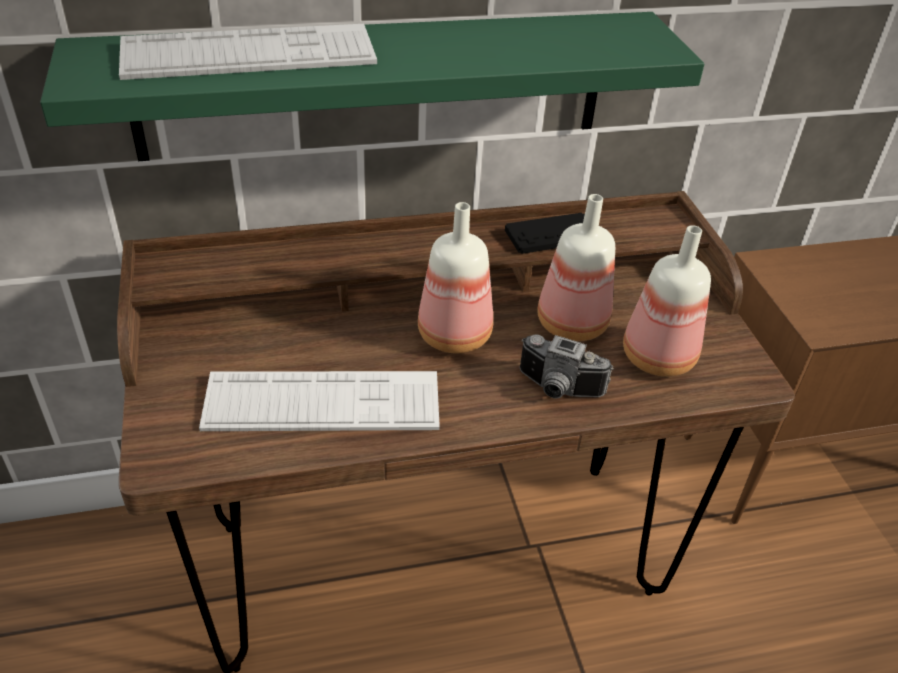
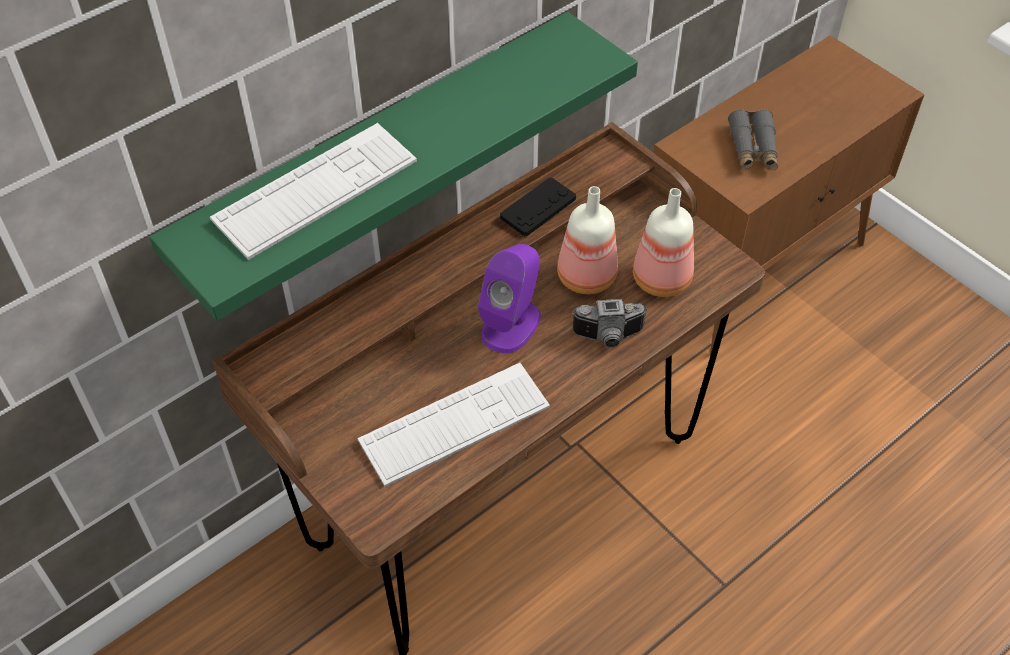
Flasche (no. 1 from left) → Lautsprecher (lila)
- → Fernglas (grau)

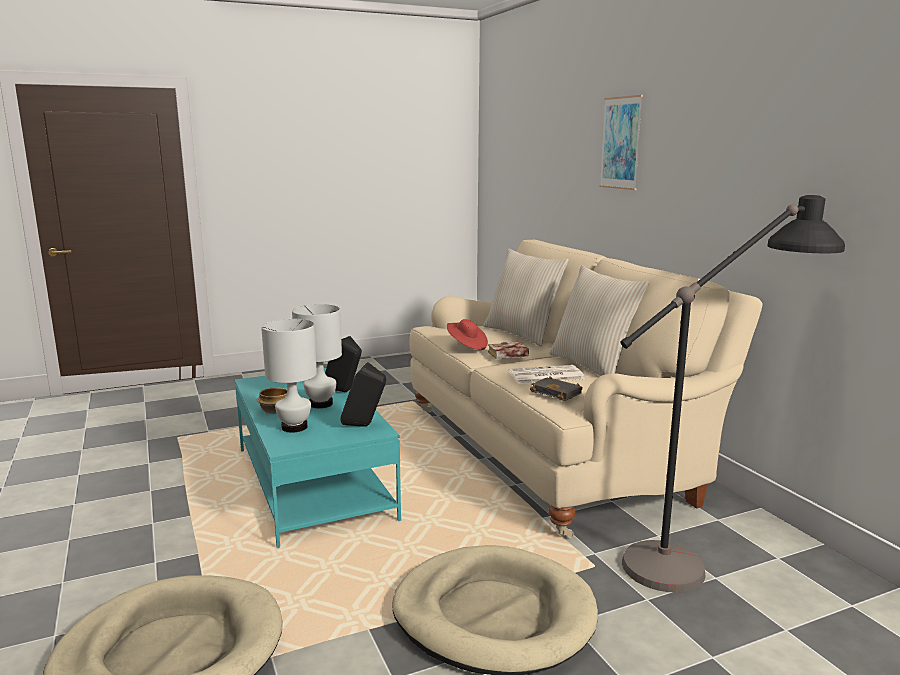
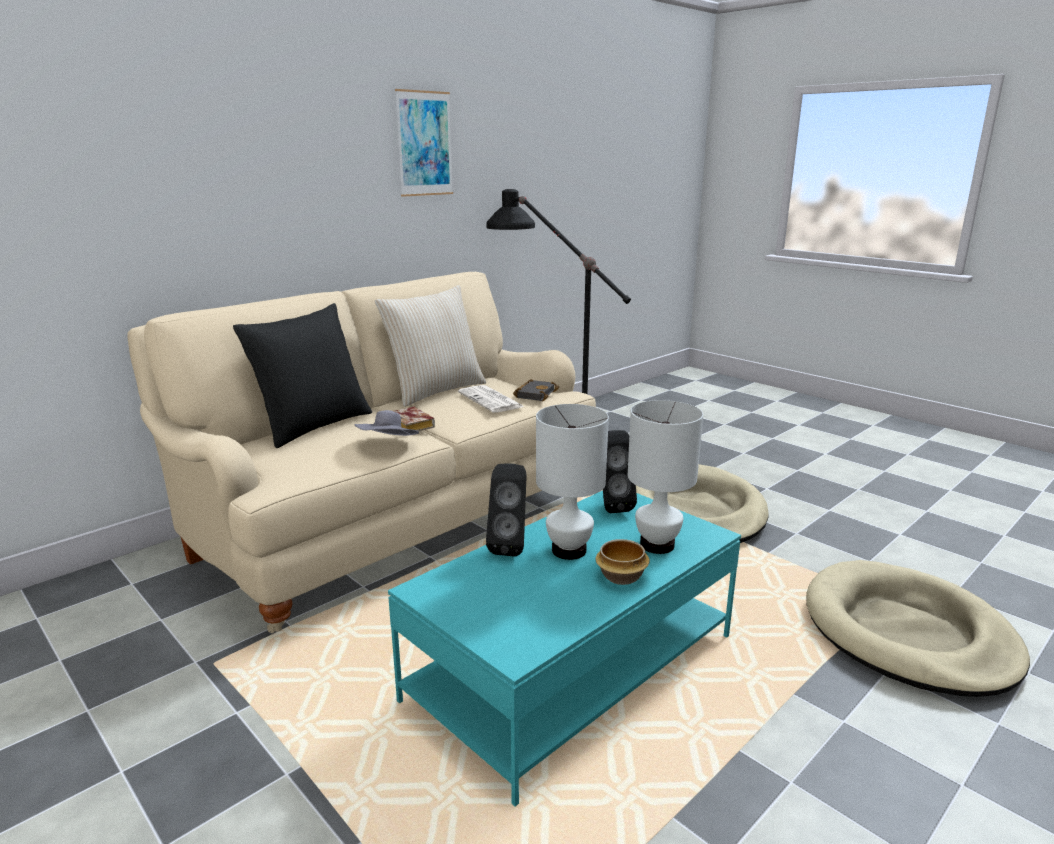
Hut (rot) → Hut (grau)
Kissen (beige) (no. 1 from left) → Kissen (schwarz)
Bild, relocated

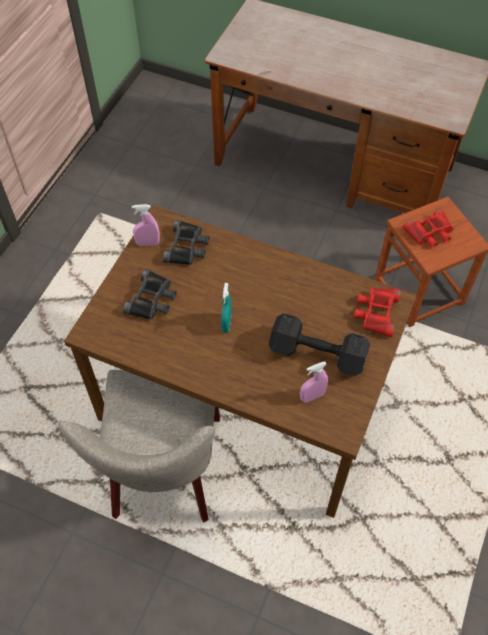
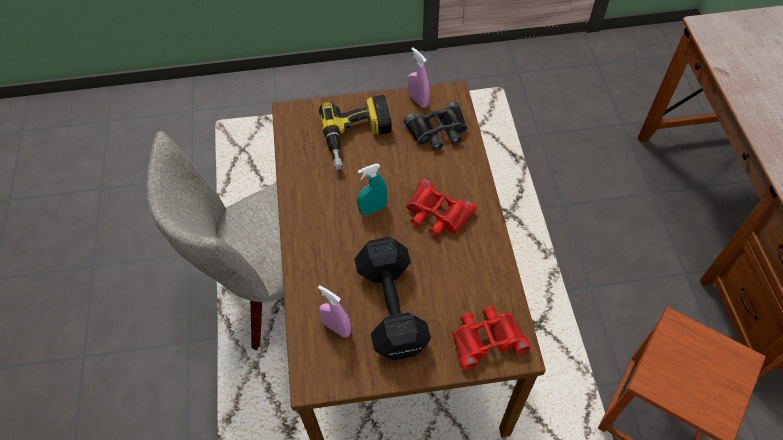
Fernglas (schwarz) (no. 1 from left) → Bohrmaschine
Fernglas (rot) (no. 2 from left in the first image) → Fernglas (rot) (no. 1 from left), relocated

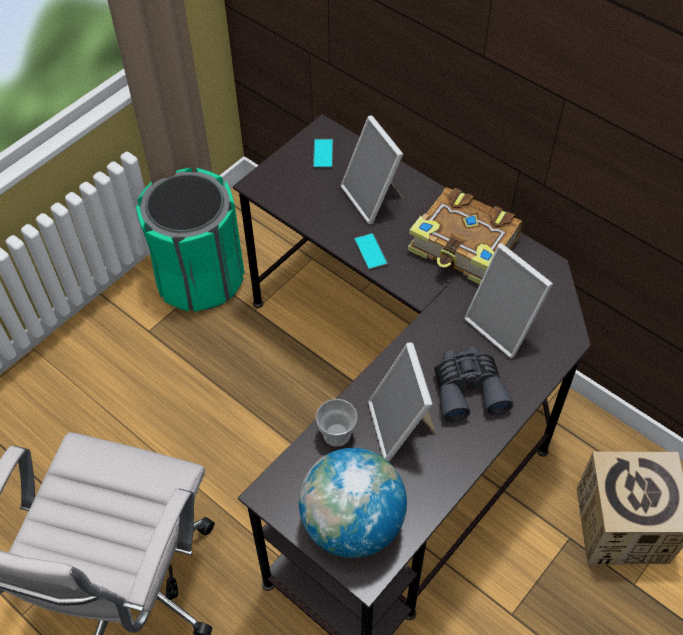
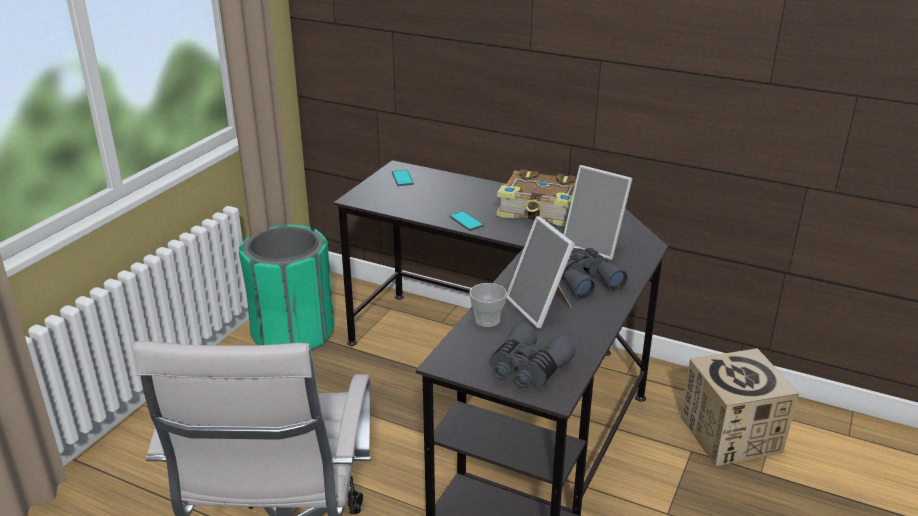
Globus → Fernglas (grau) (no. 1 from left)
Bilderrahmen (no. 1 from left) → -

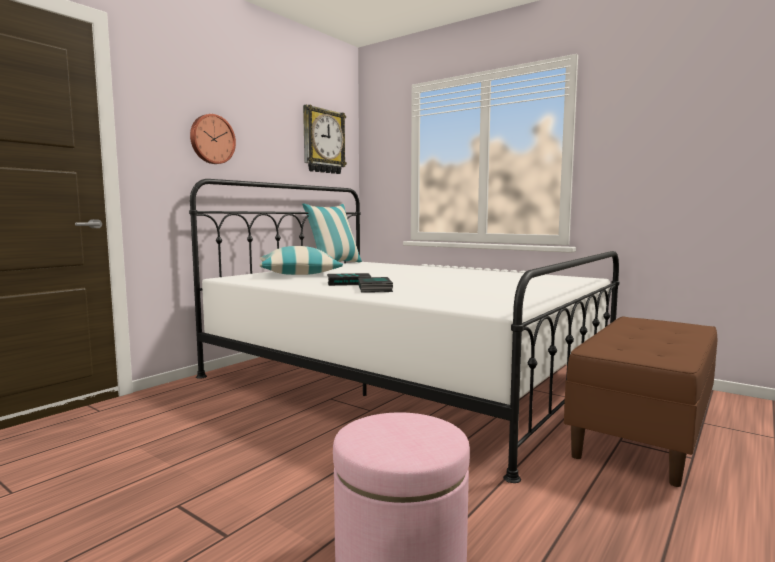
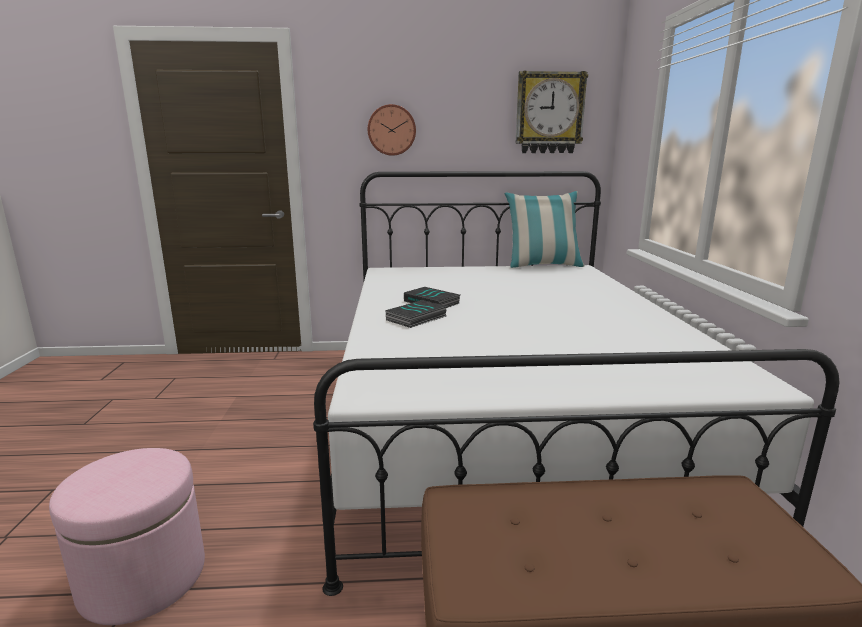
Kissen (no. 1 from left) → -

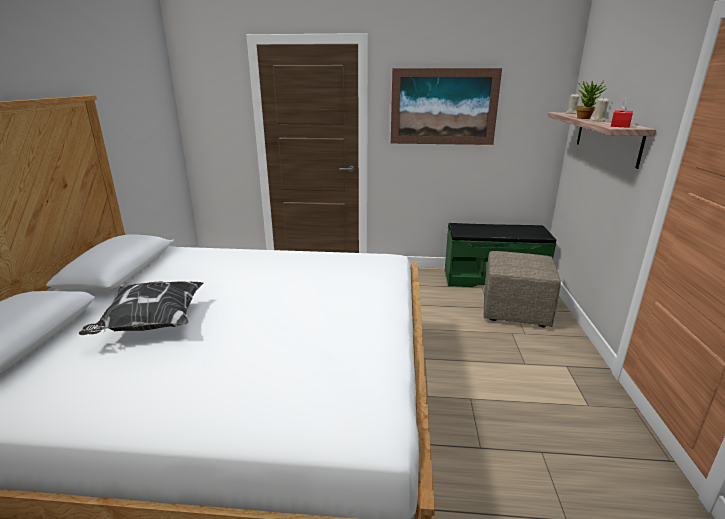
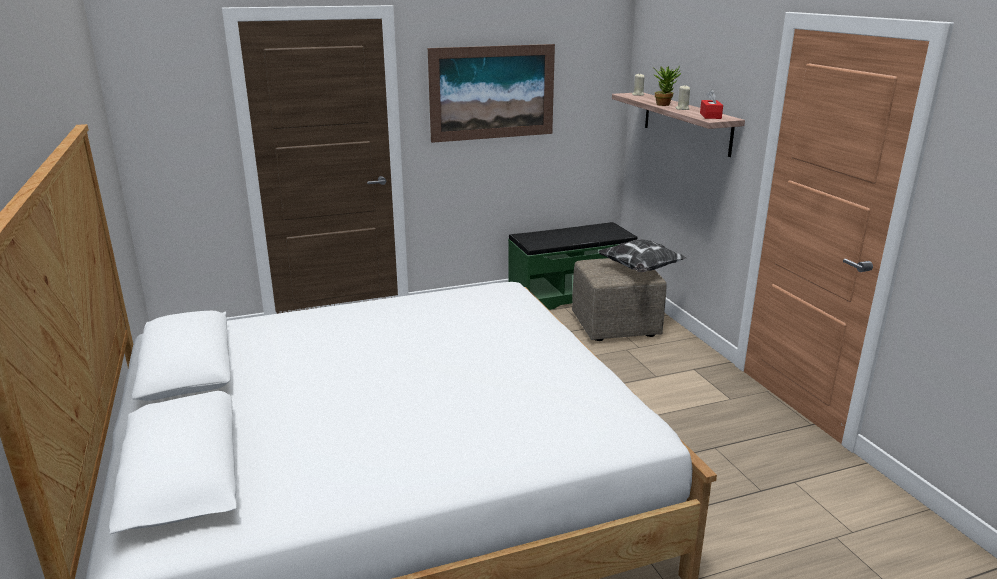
Kissen, relocated

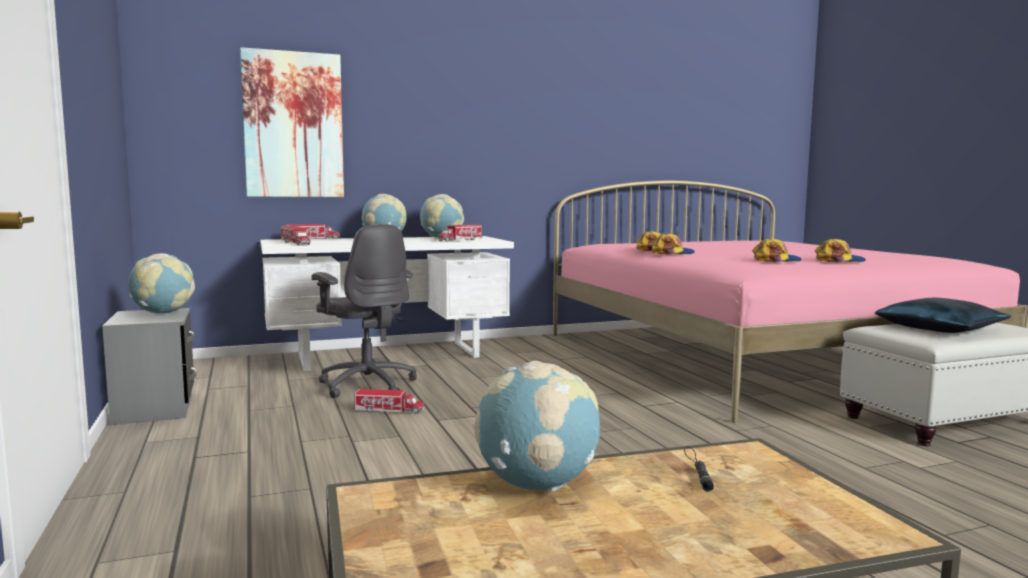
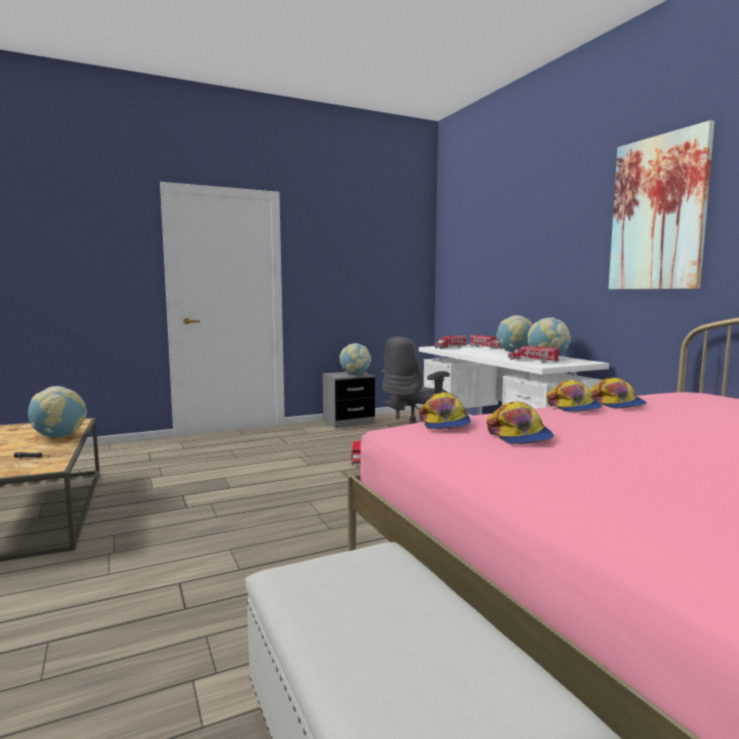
Bild, relocated
Kappe (no. 4 from left in the first image) → Kappe (no. 1 from left), relocated
Kissen (blau) → -

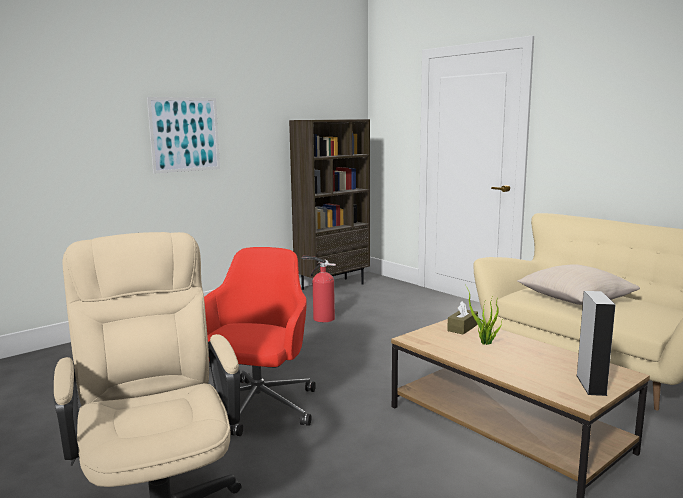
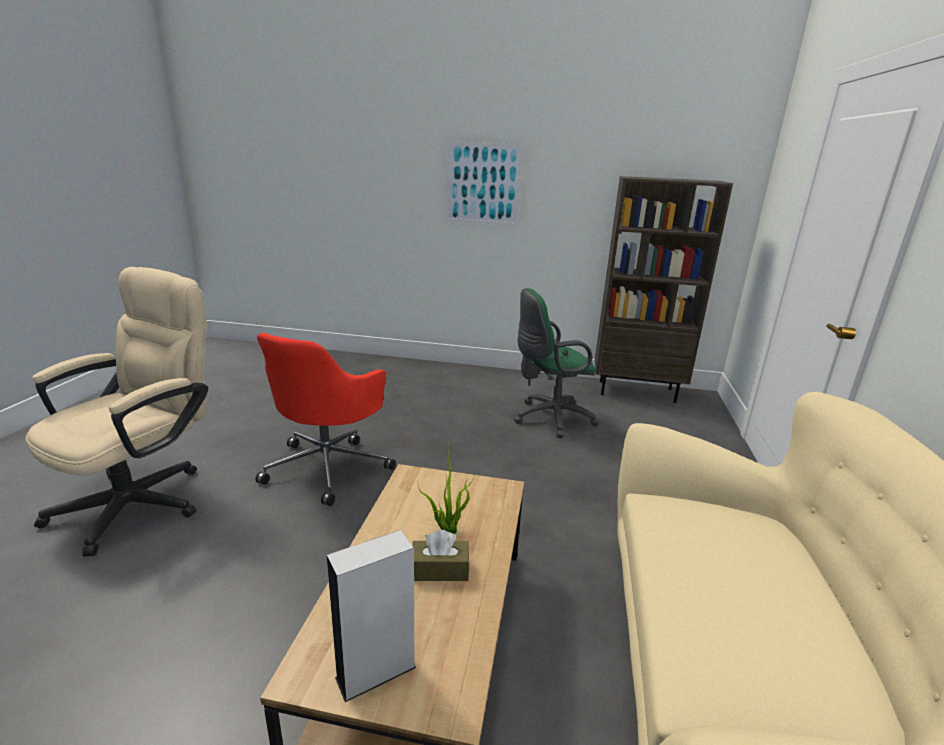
Bürostuhl (rot), 135 degrees clockwise
Feuerlöscher → Bürostuhl (grün)
Taschentuchbox (braun), relocated
Kissen (beige) → -

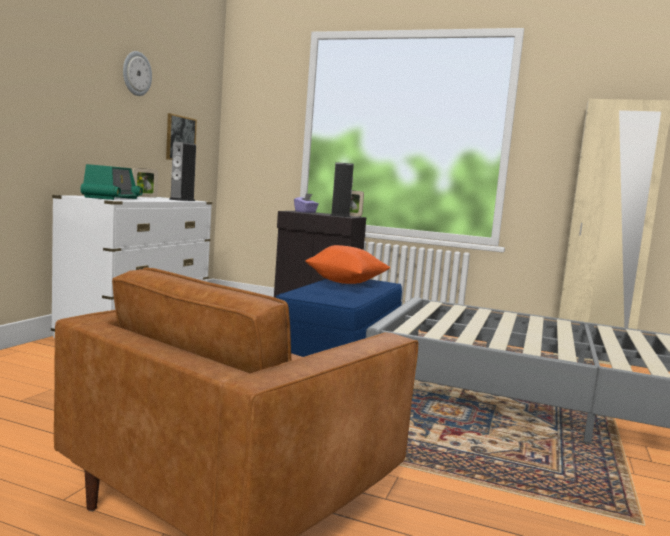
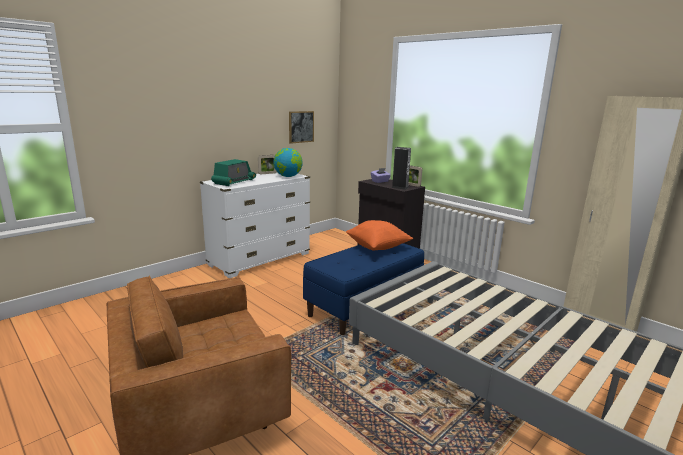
Wanduhr → -
Lautsprecher (no. 1 from left) → Globus

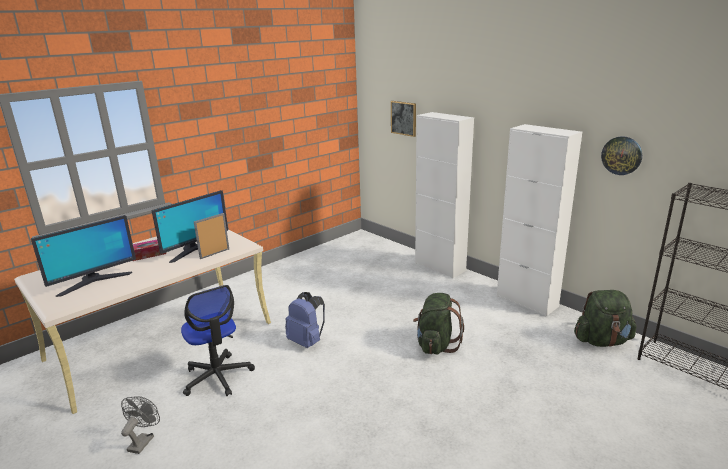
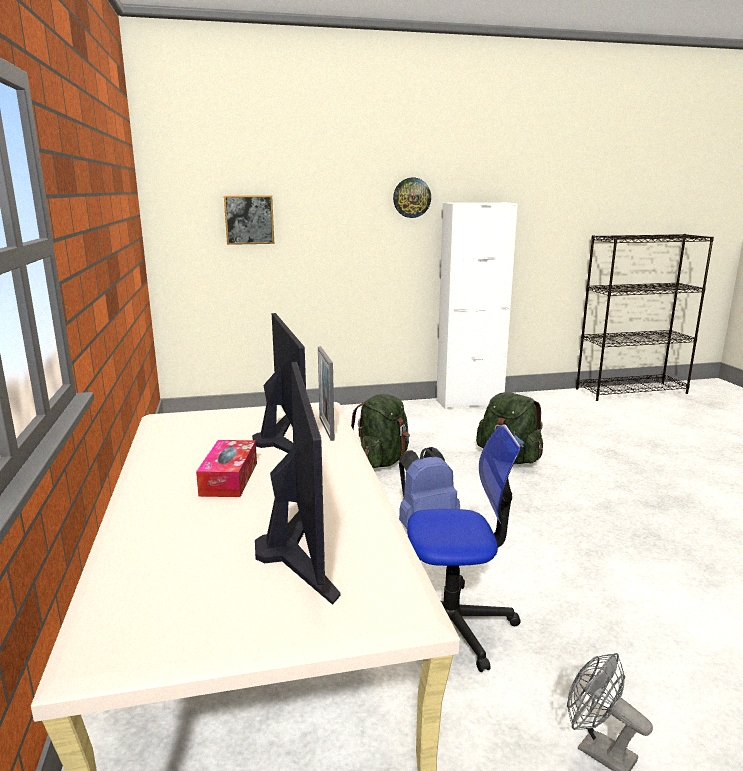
Schrank (weiß) (no. 1 from left) → -
Rucksack (grün) (no. 2 from left in the first image) → Rucksack (grün) (no. 1 from left), relocated
Wanduhr, relocated

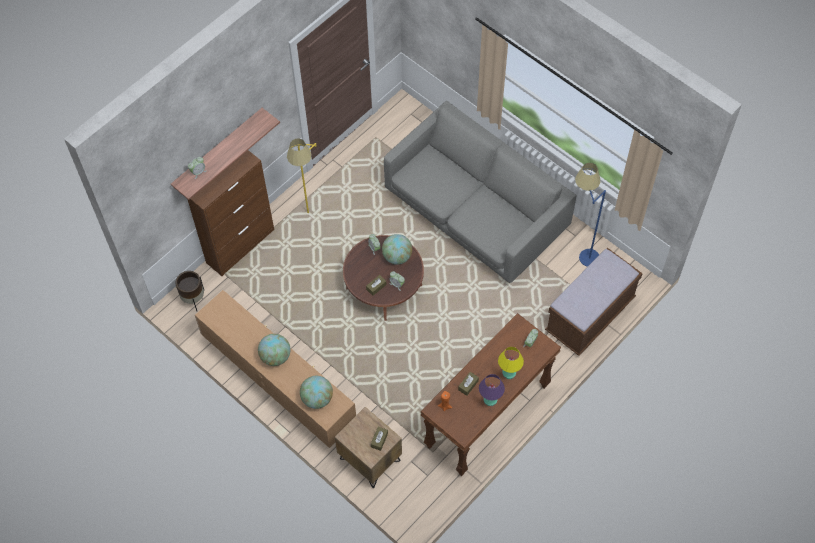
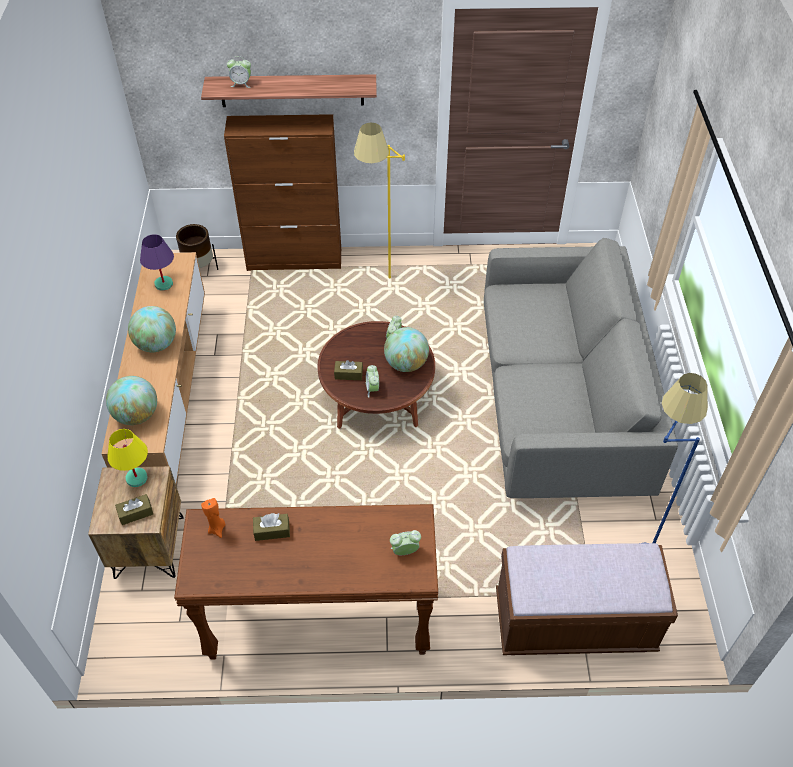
Tischlampe (lila), relocated
Tischlampe (gelb), relocated

